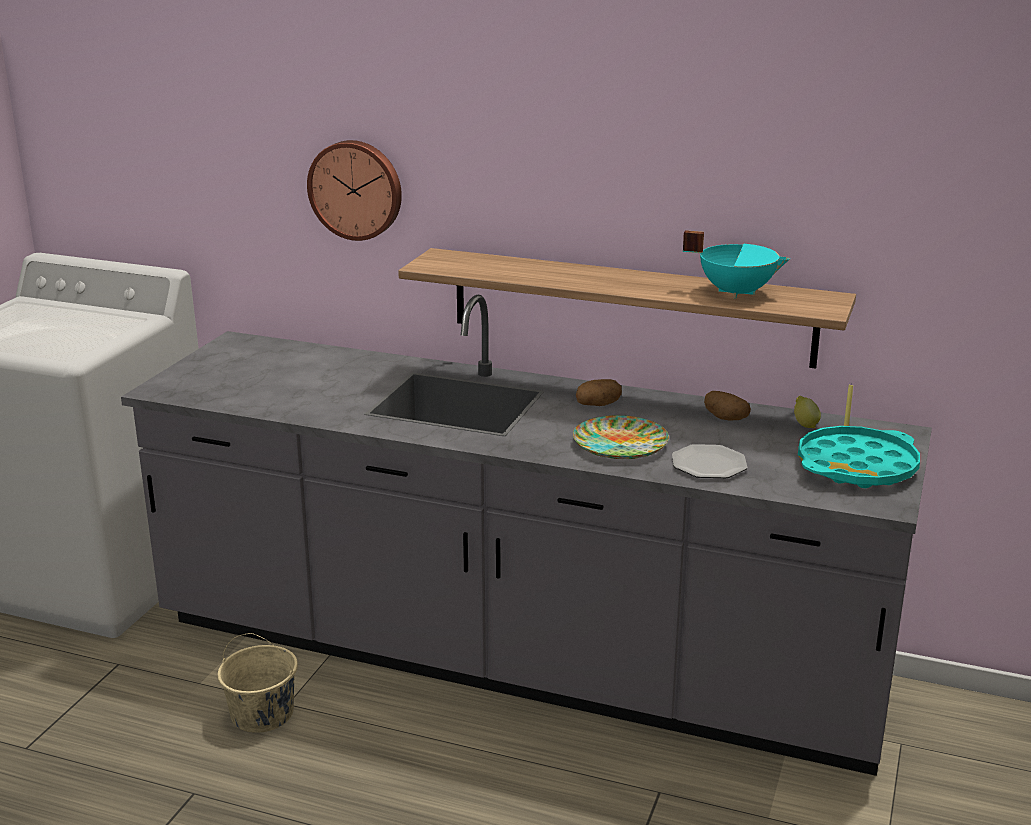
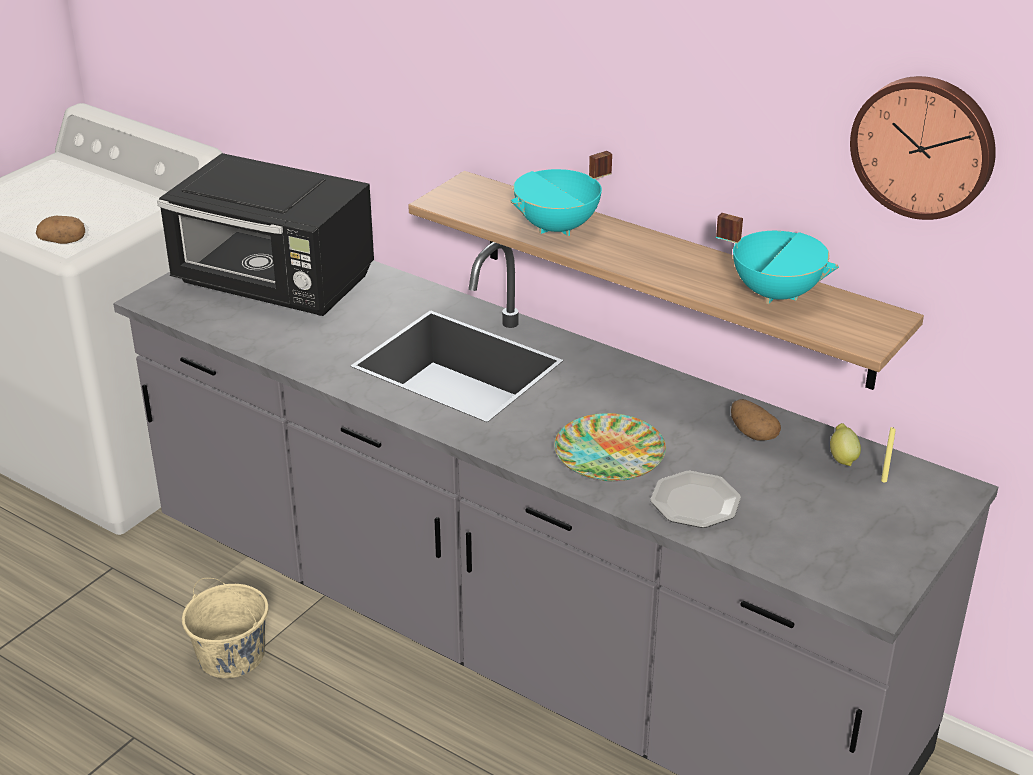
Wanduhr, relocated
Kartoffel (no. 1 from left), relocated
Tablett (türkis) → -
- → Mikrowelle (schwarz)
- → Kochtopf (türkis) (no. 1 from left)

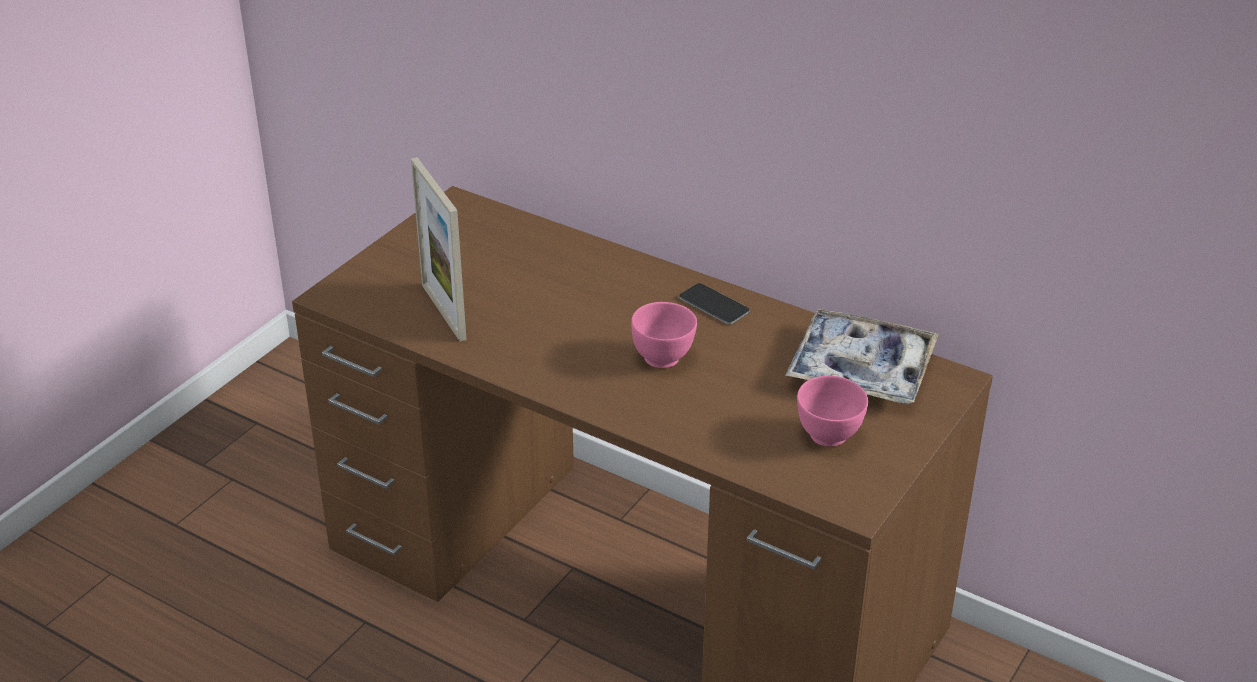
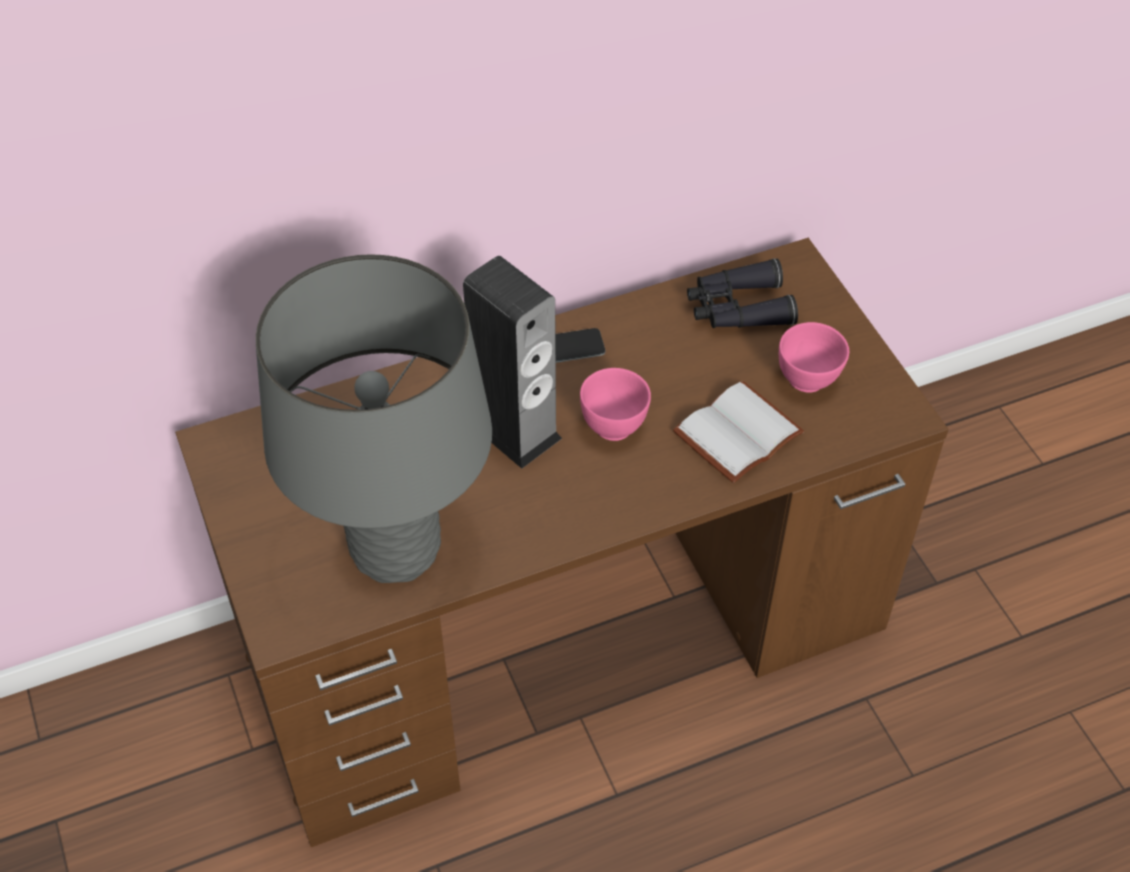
Bilderrahmen → Tischlampe (grau)
Tablett → Fernglas (schwarz)
- → Lautsprecher
- → Buch (weiß)

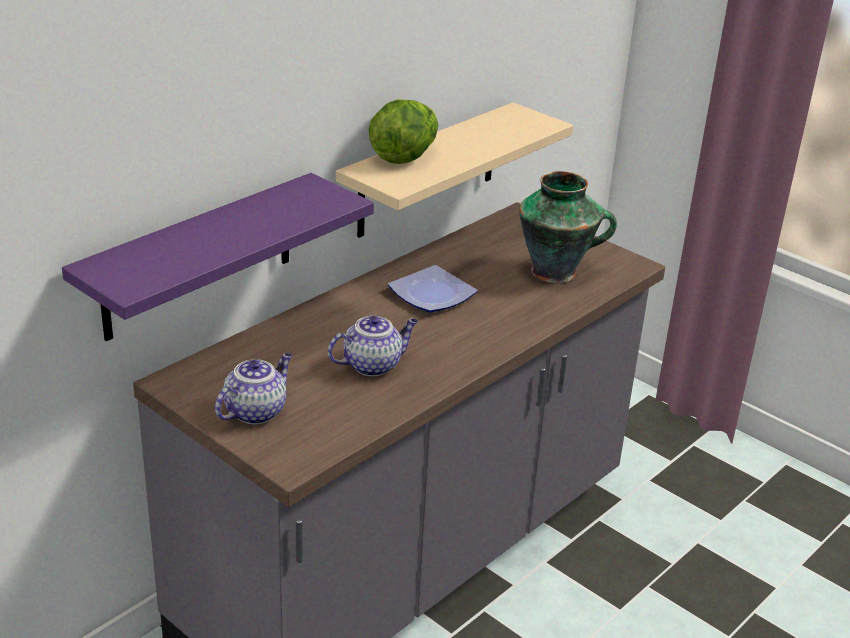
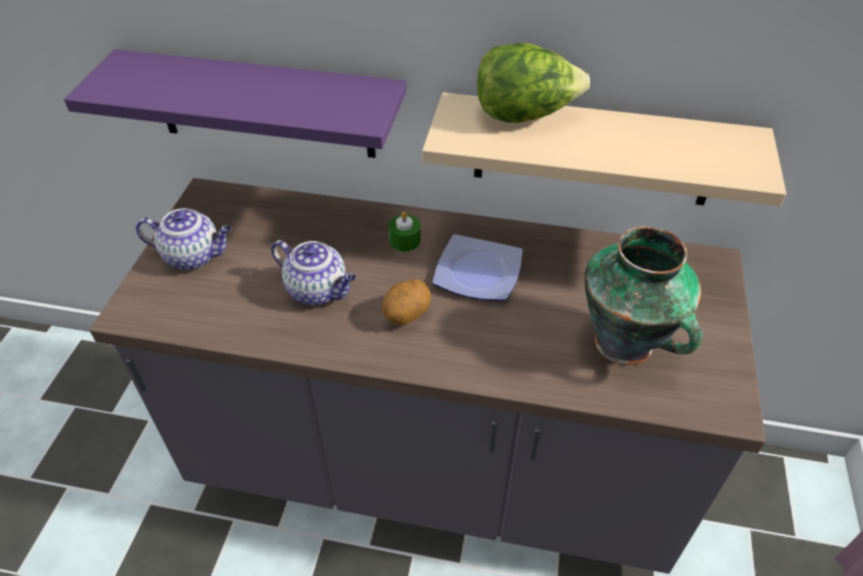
- → Kartoffel
- → Kerze (grün)

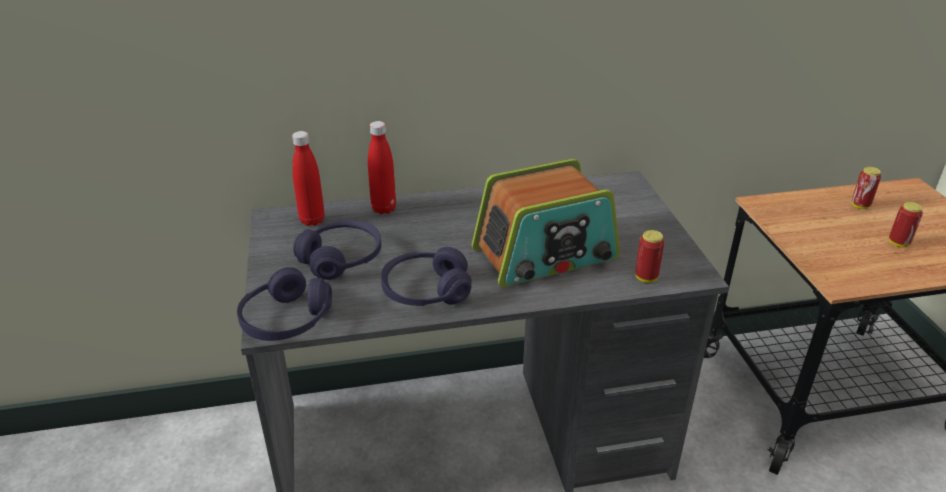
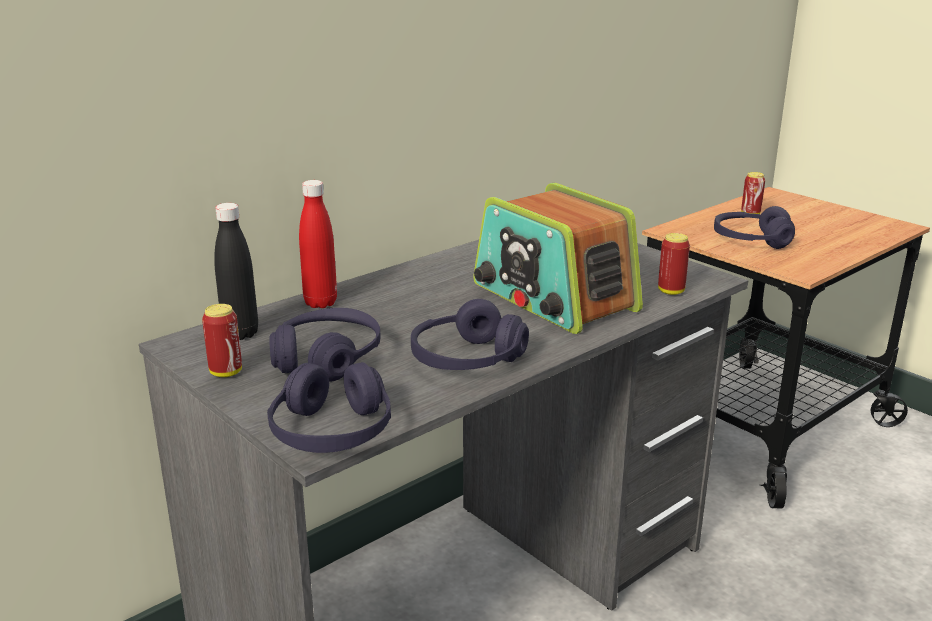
Flasche (rot) (no. 1 from left) → Flasche (schwarz)
Radio, 105 degrees clockwise
Dose (no. 3 from left in the first image) → Dose (no. 1 from left), relocated
- → Kopfhörer (lila) (no. 4 from left)

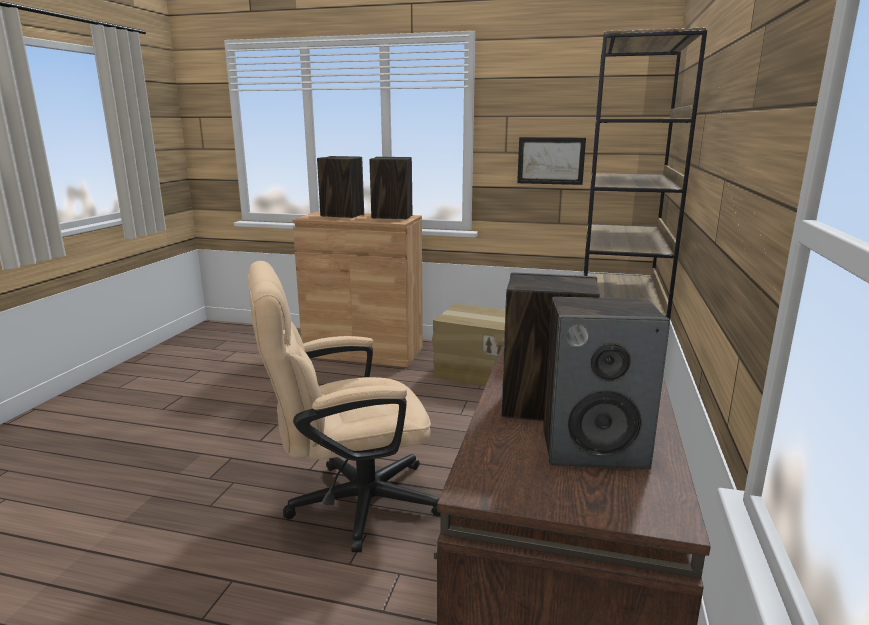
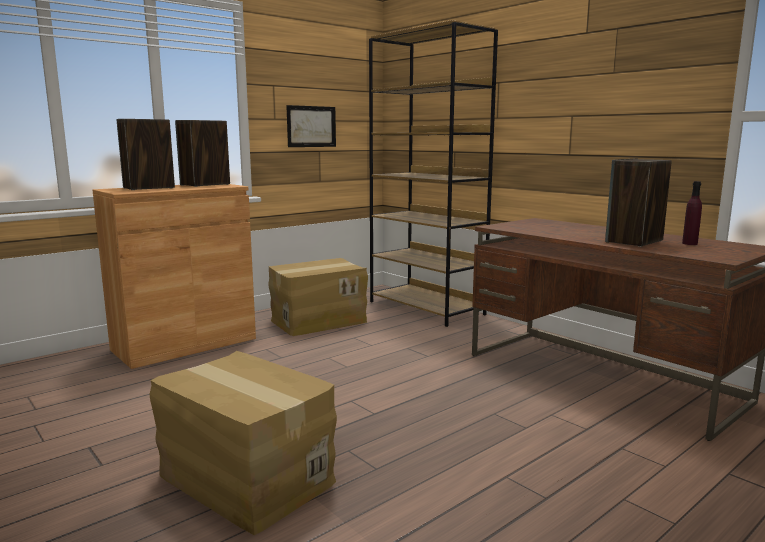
Bürostuhl (beige) → -
Lautsprecher (no. 4 from left) → Flasche (lila)
- → Karton (no. 1 from left)

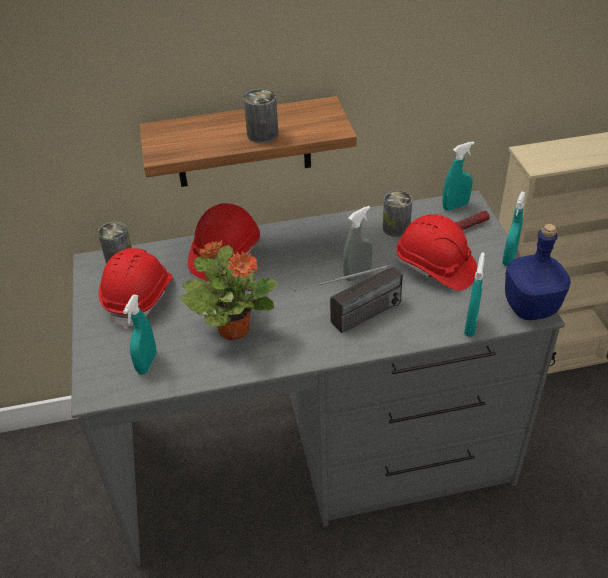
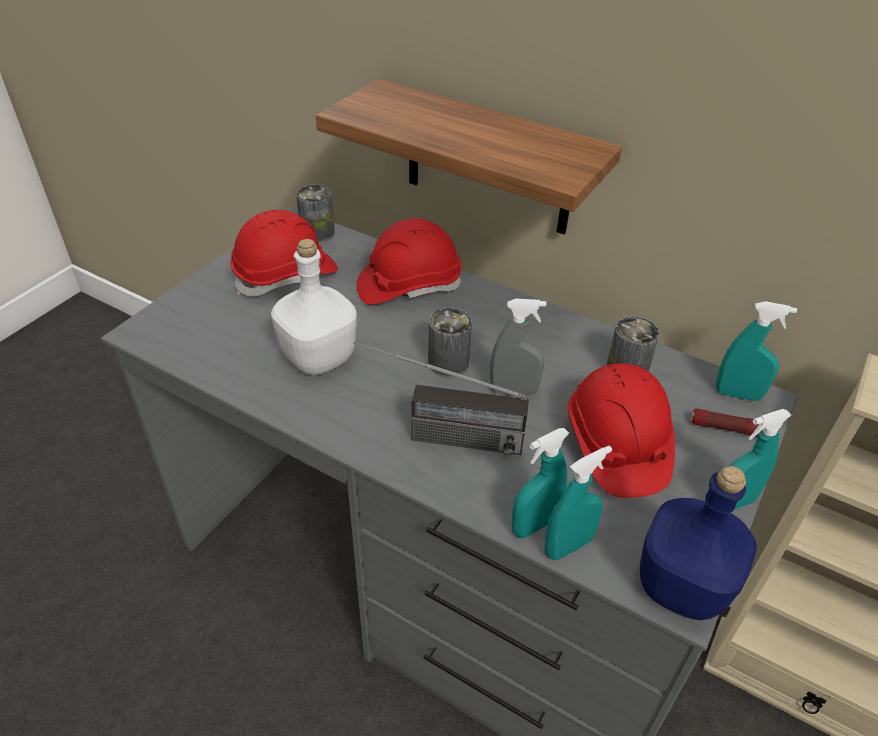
Sprühflasche (türkis) (no. 1 from left), relocated
Topfpflanze → Flasche (weiß)
Dose (no. 2 from left), relocated

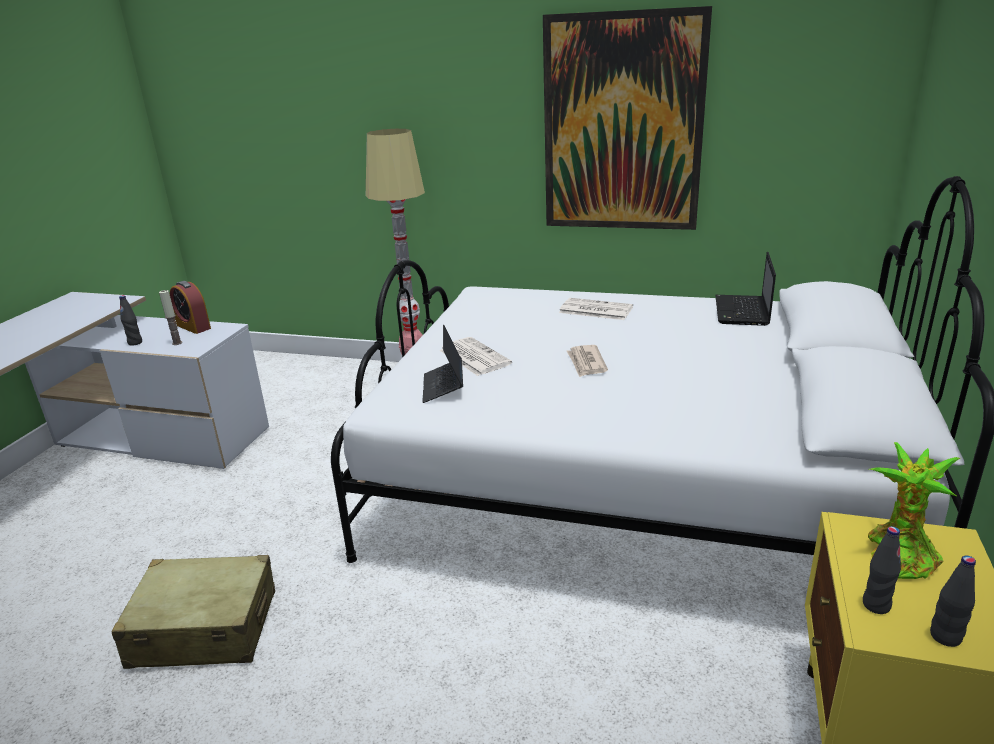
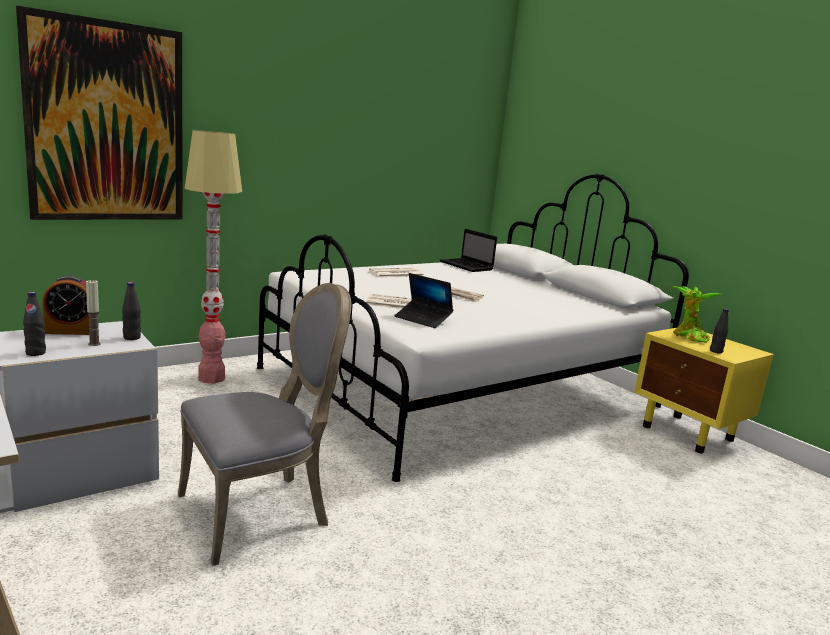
Koffer (beige) → -
Bild, relocated
Flasche (schwarz) (no. 3 from left in the first image) → Flasche (schwarz) (no. 2 from left), relocated
- → Stuhl (grau)

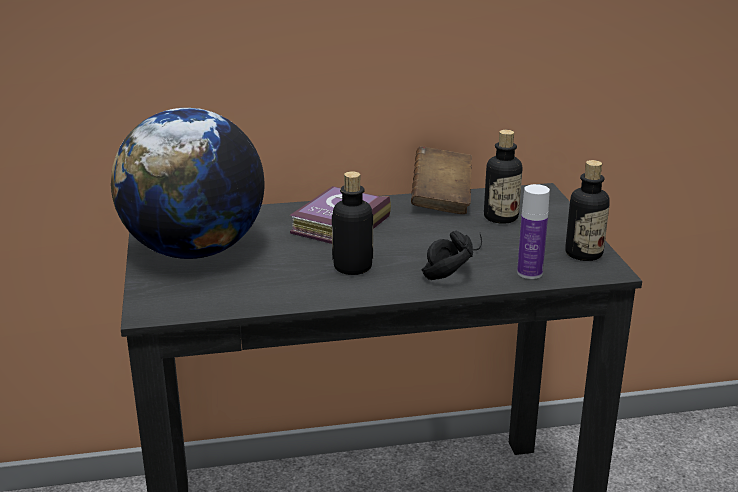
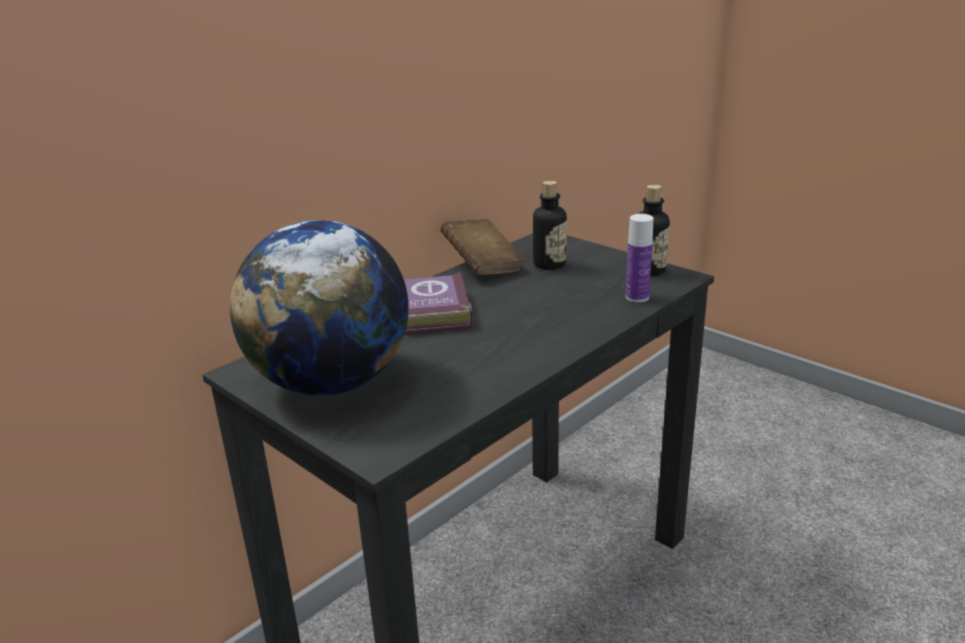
Flasche (no. 1 from left) → -
Kopfhörer (schwarz) → -

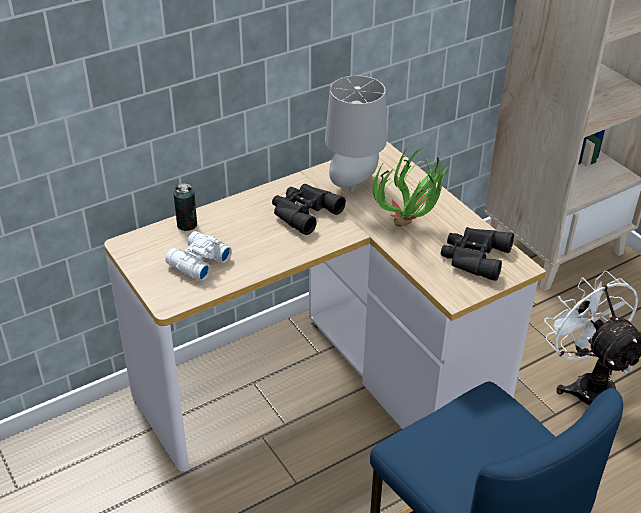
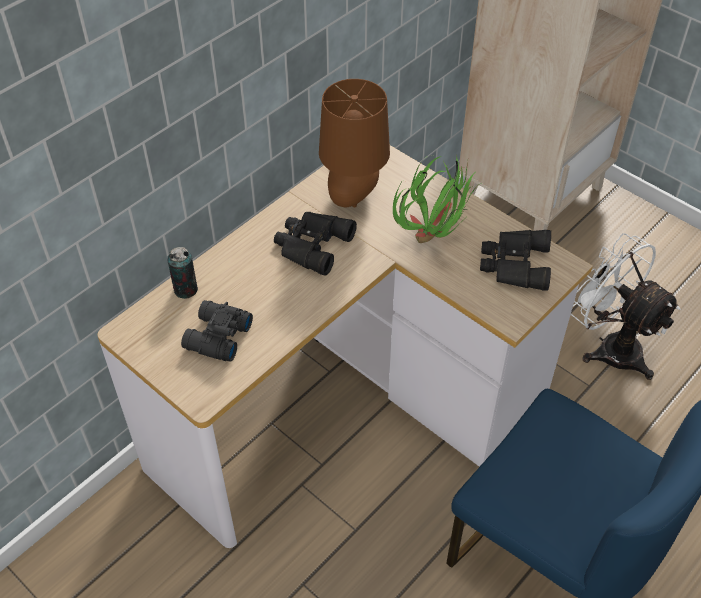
Fernglas (weiß) → Fernglas (schwarz) (no. 1 from left)
Tischlampe (grau) → Tischlampe (braun)

